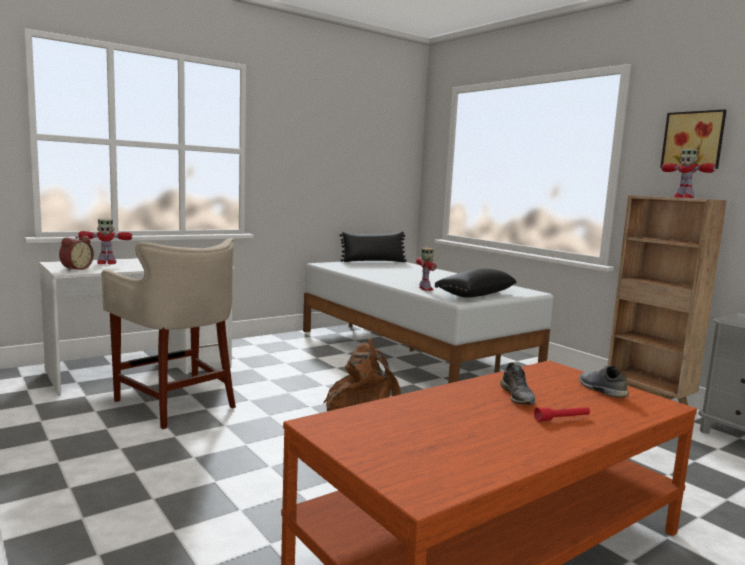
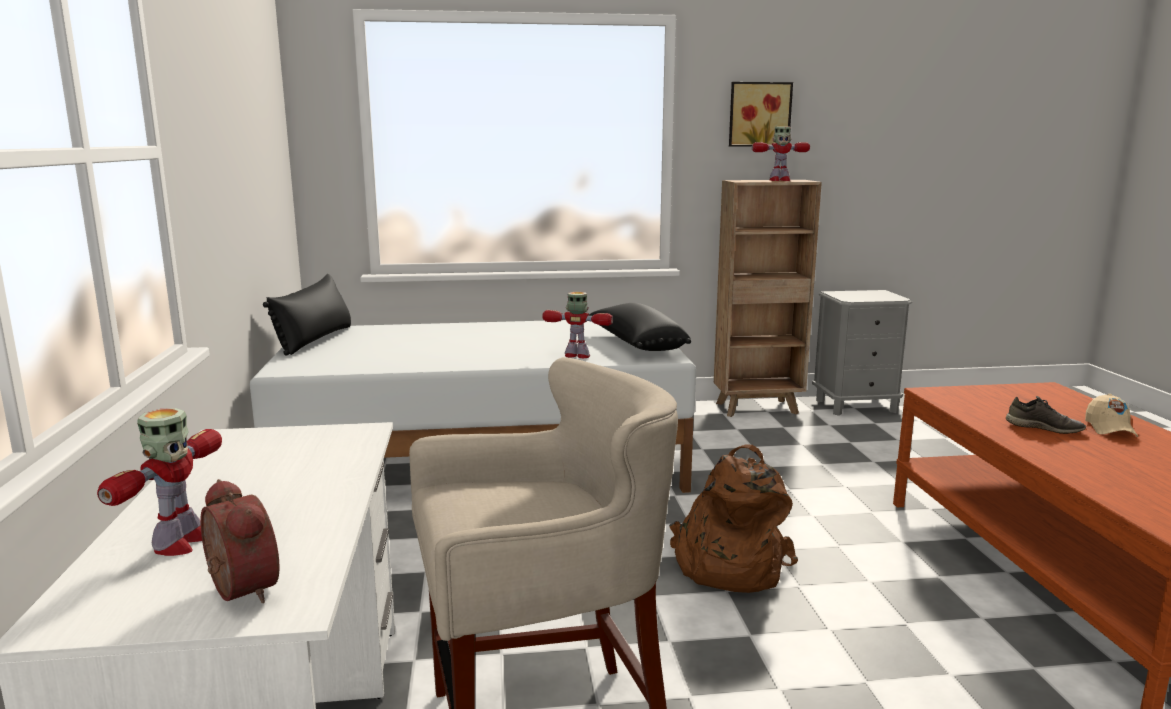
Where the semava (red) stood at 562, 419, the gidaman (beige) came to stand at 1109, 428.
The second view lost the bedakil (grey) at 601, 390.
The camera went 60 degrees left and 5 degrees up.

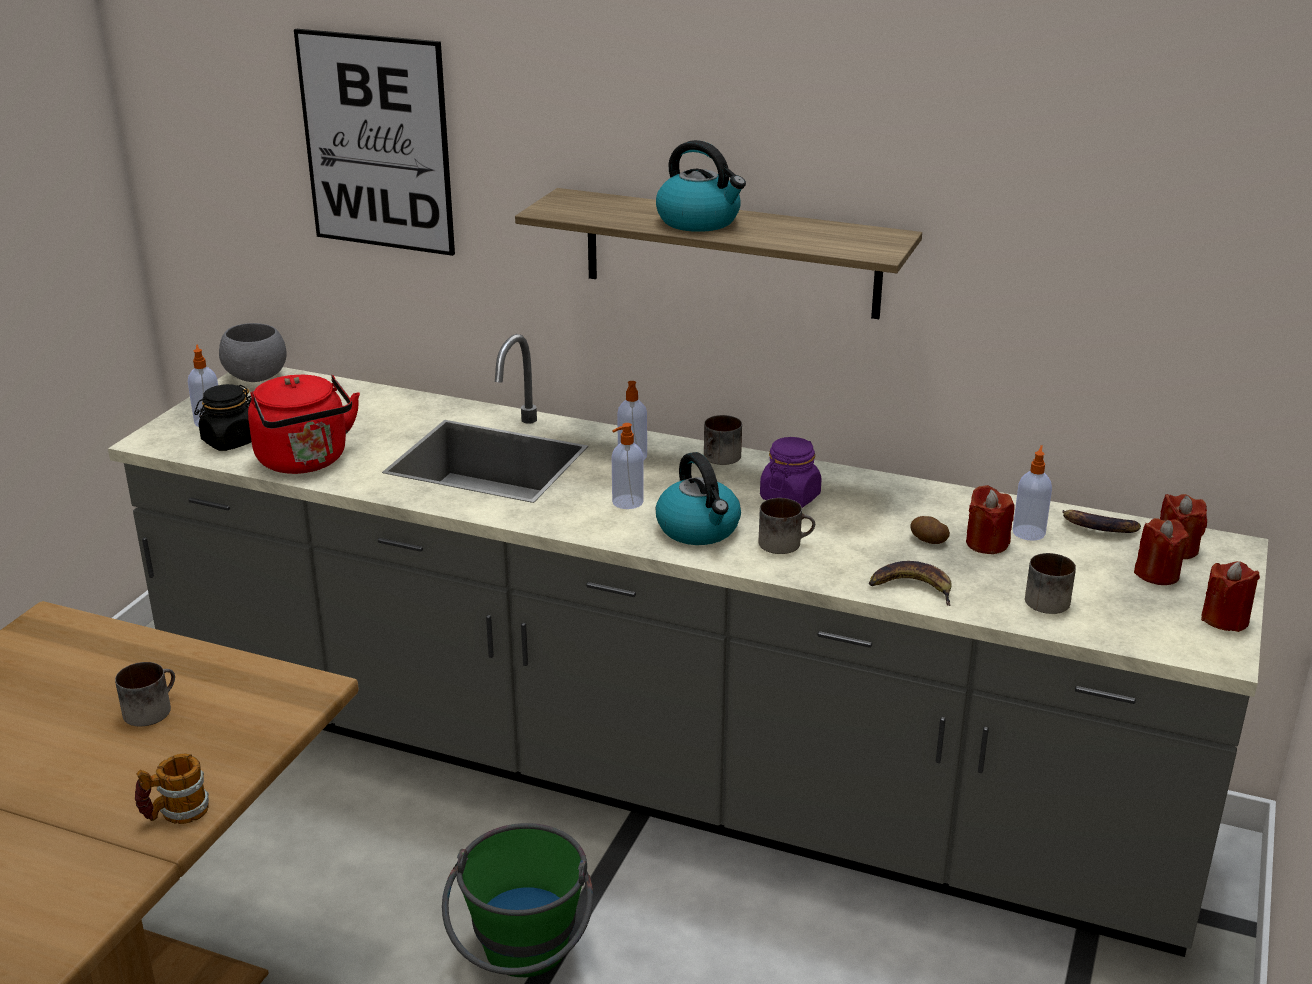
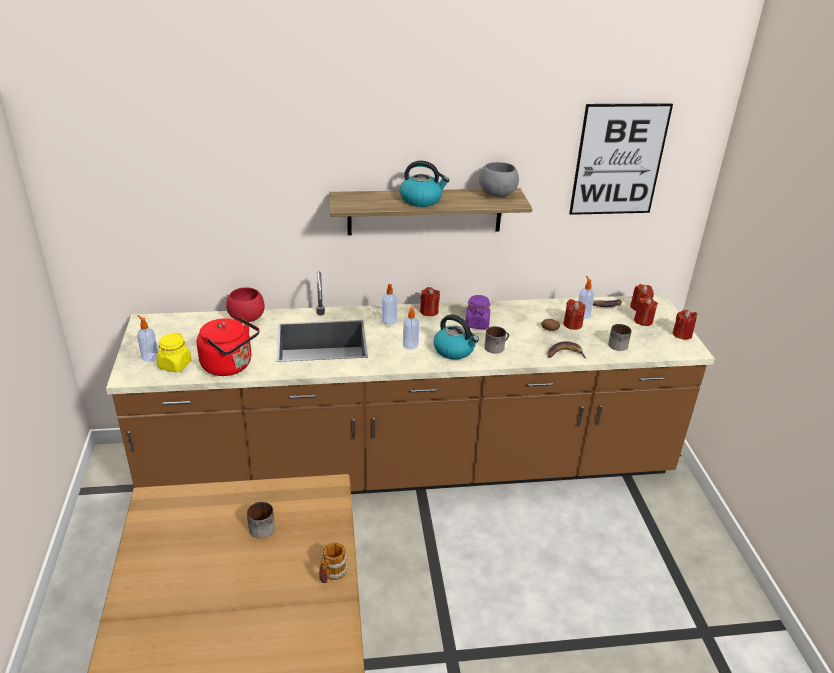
What was the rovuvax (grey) at 656, 770 turned into the rovuvax (brown) at 411, 466.
What was the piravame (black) at 230, 441 turned into the piravame (yellow) at 175, 365.
The second view gained the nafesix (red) at 247, 318.
Where the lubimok stood at 720, 459, the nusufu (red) came to stand at 429, 311.
The nafesix (grey) ended up elsewhere, having gone from 255, 378 to 497, 195.
The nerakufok ended up elsewhere, having gone from 376, 143 to 618, 160.
The second view lost the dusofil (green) at 523, 960.
The camera went 30 degrees left and 5 degrees up.

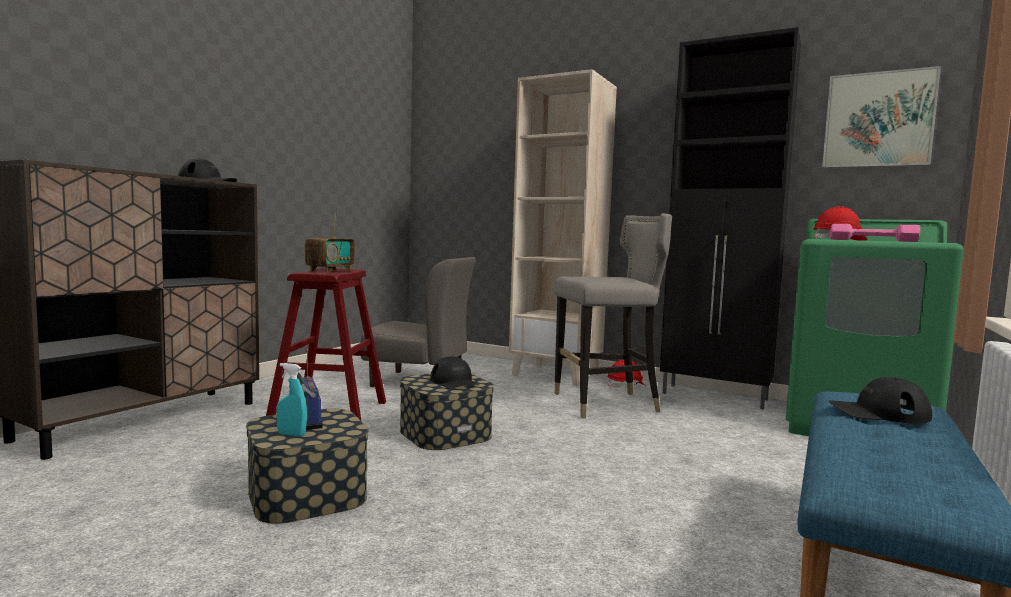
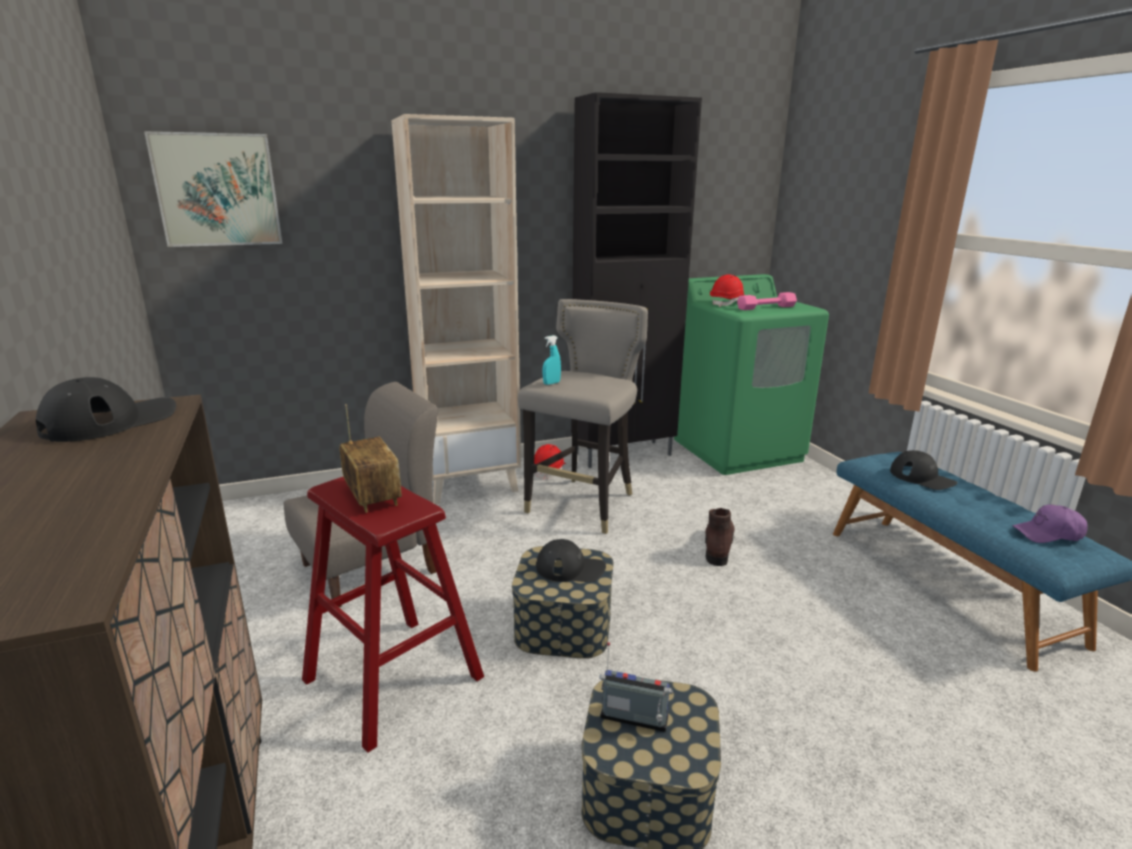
The nerakufok ended up elsewhere, having gone from 878, 119 to 217, 190.
The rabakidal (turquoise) ended up elsewhere, having gone from 291, 434 to 551, 383.
The second view gained the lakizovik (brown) at 718, 546.
The gidaman (black) at 878, 413 ended up facing another way, 90 degrees counterclockwise from before.
The second view gained the gidaman (purple) at 1048, 534.
The camera went 50 degrees left and 15 degrees up.

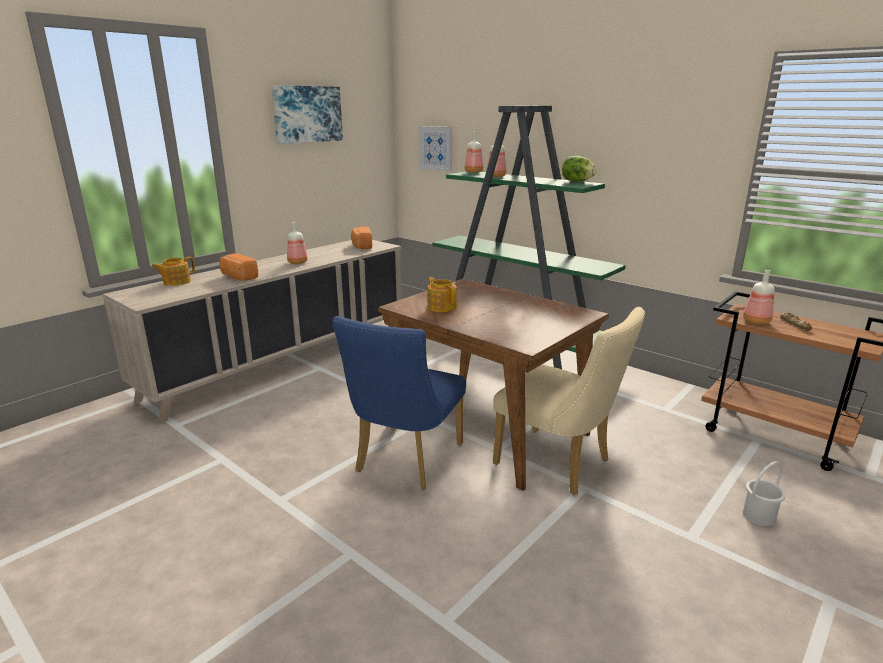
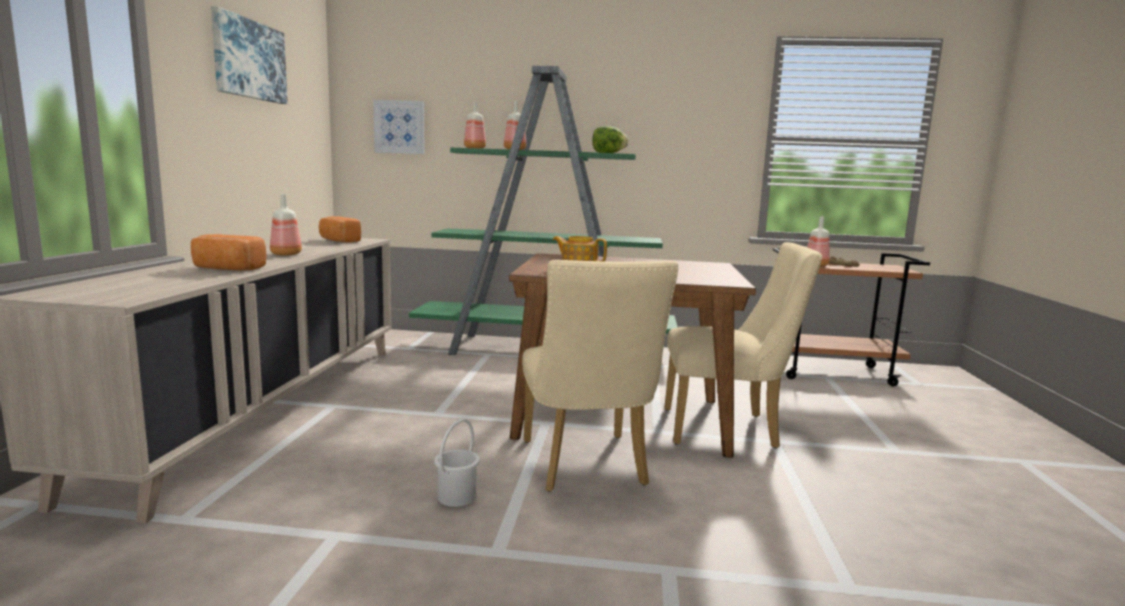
The dusofil (white) ended up elsewhere, having gone from 758, 516 to 456, 497.
What was the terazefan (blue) at 405, 462 turned into the terazefan (beige) at 586, 467.
The second view lost the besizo at 176, 282.
The camera went 35 degrees left and 10 degrees down.

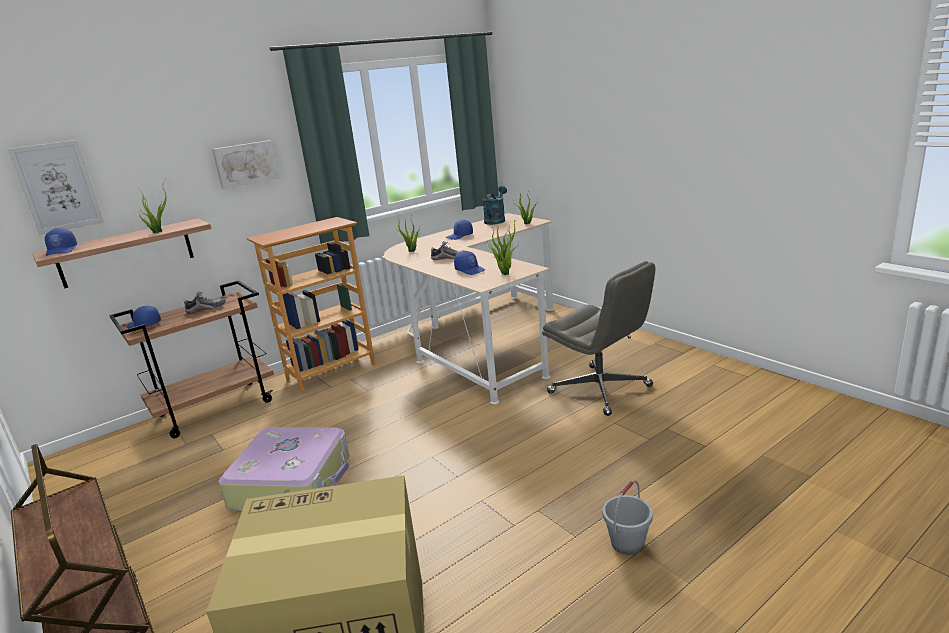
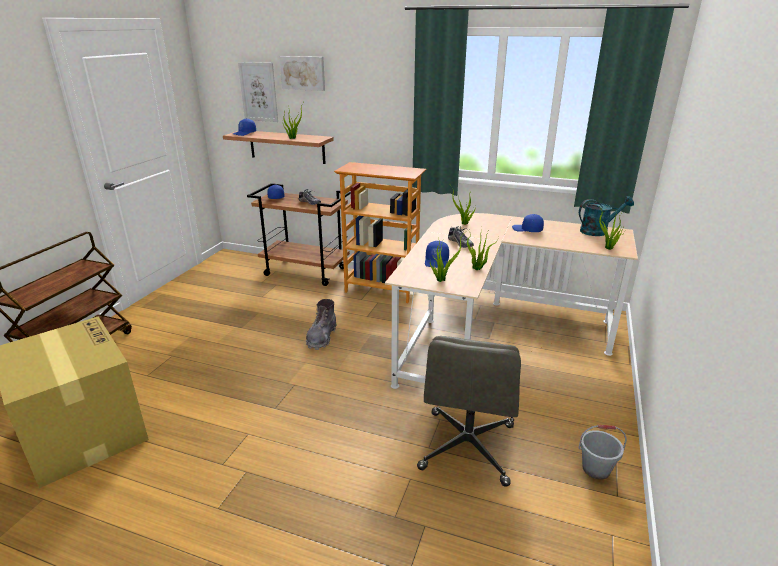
The nerakufok ended up elsewhere, having gone from 245, 164 to 303, 73.
The second view gained the lakizovik (grey) at 322, 337.
The dusofil (grey) ended up elsewhere, having gone from 627, 543 to 595, 469.
The second view lost the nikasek at 293, 482.
The camera went 55 degrees right and 5 degrees up.

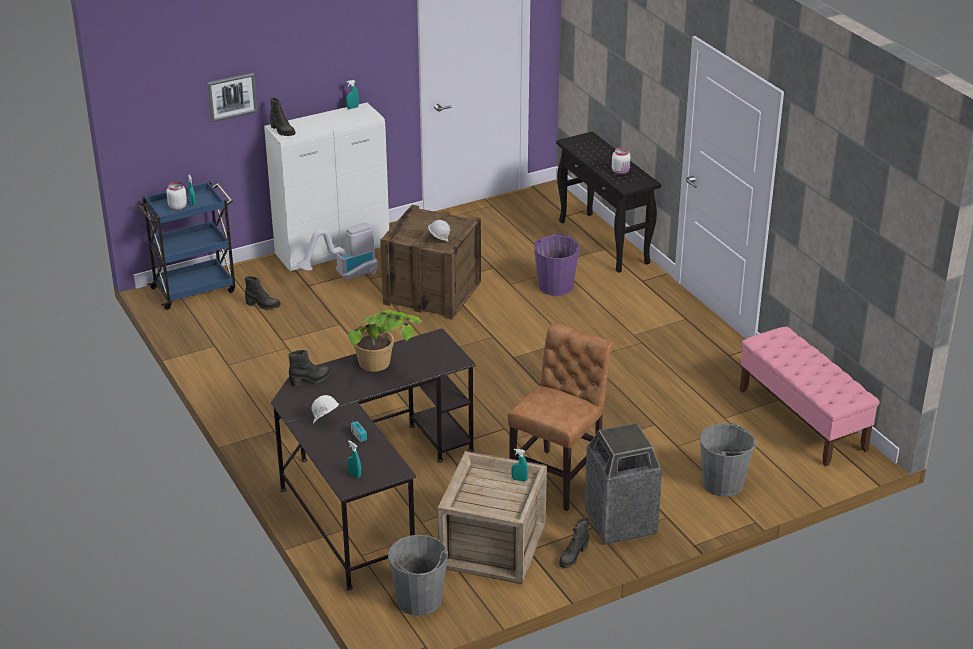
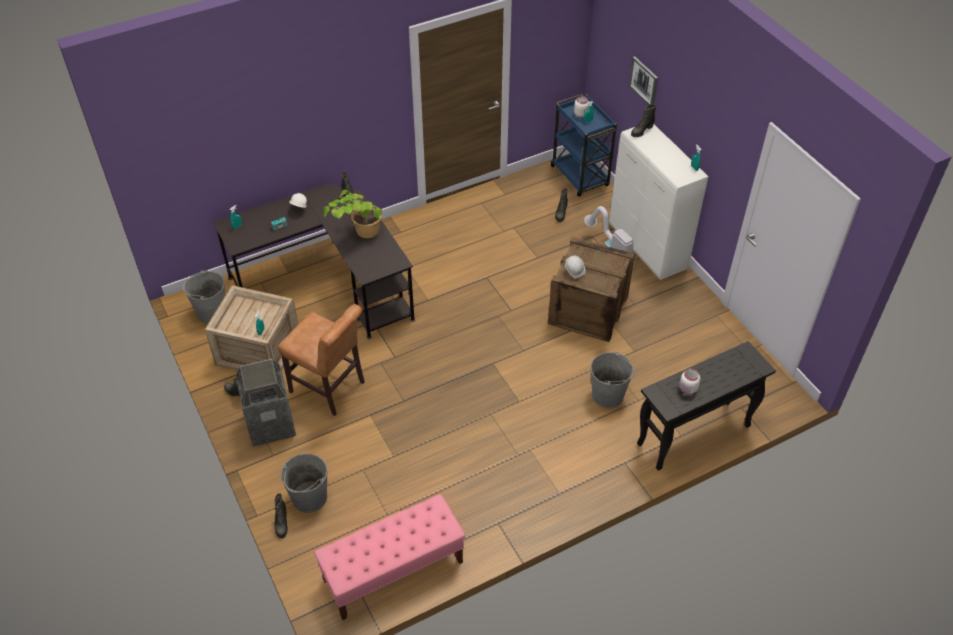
The second view gained the lakizovik (black) at 281, 524.
What was the dusofil (purple) at 555, 286 turned into the dusofil (grey) at 608, 395.
The camera went 90 degrees right and 15 degrees up.

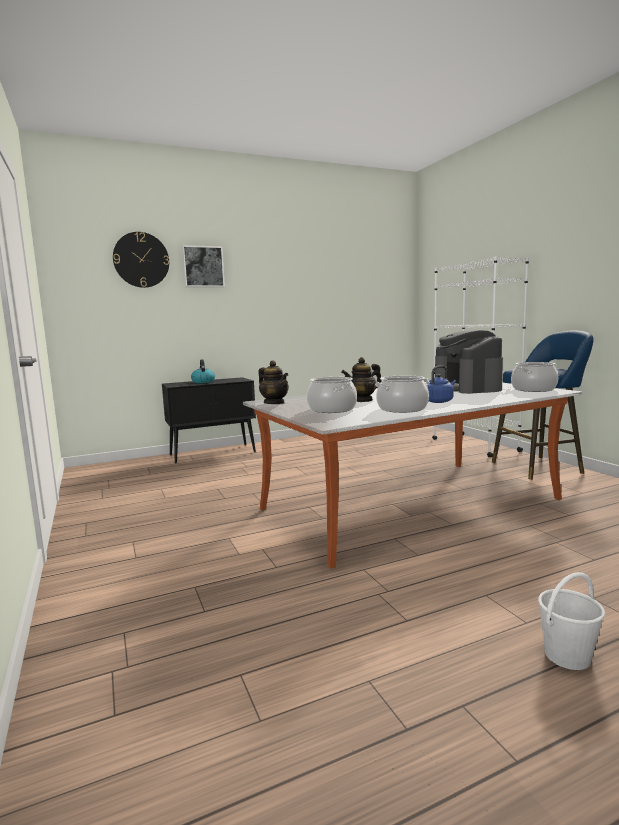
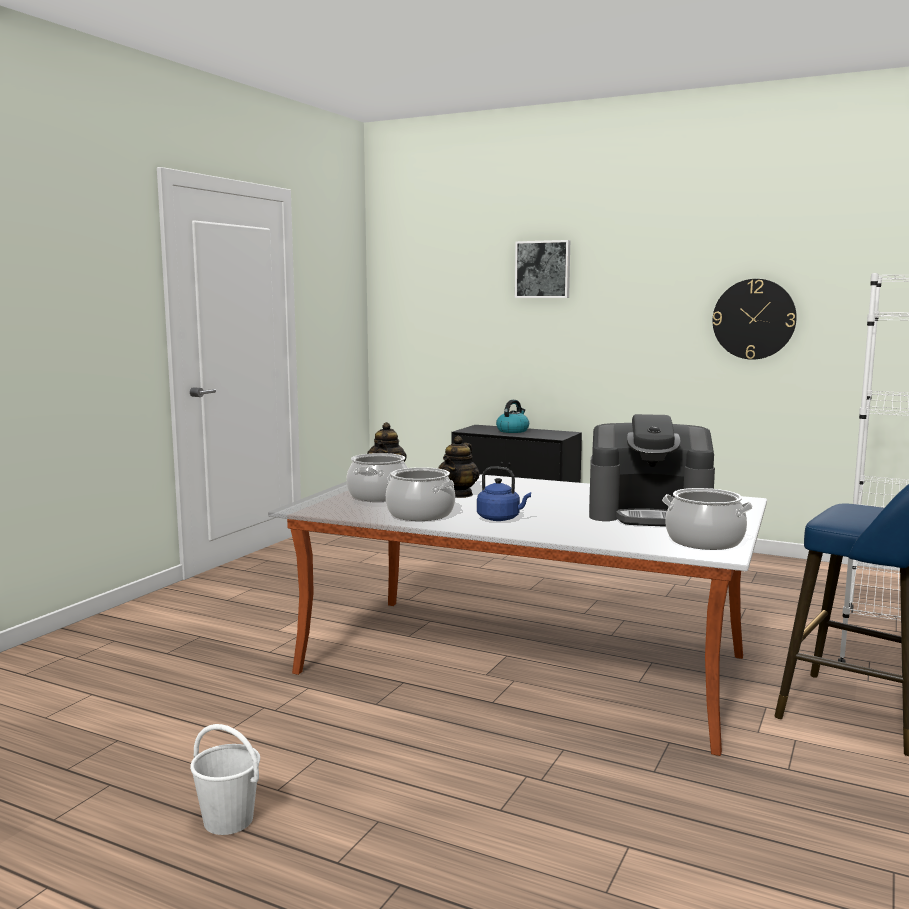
The besizo at 362, 400 ended up facing another way, 90 degrees counterclockwise from before.
The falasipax at 467, 388 ended up facing another way, 120 degrees counterclockwise from before.
The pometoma ended up elsewhere, having gone from 141, 260 to 754, 319.
The camera went 50 degrees right and 0 degrees up.

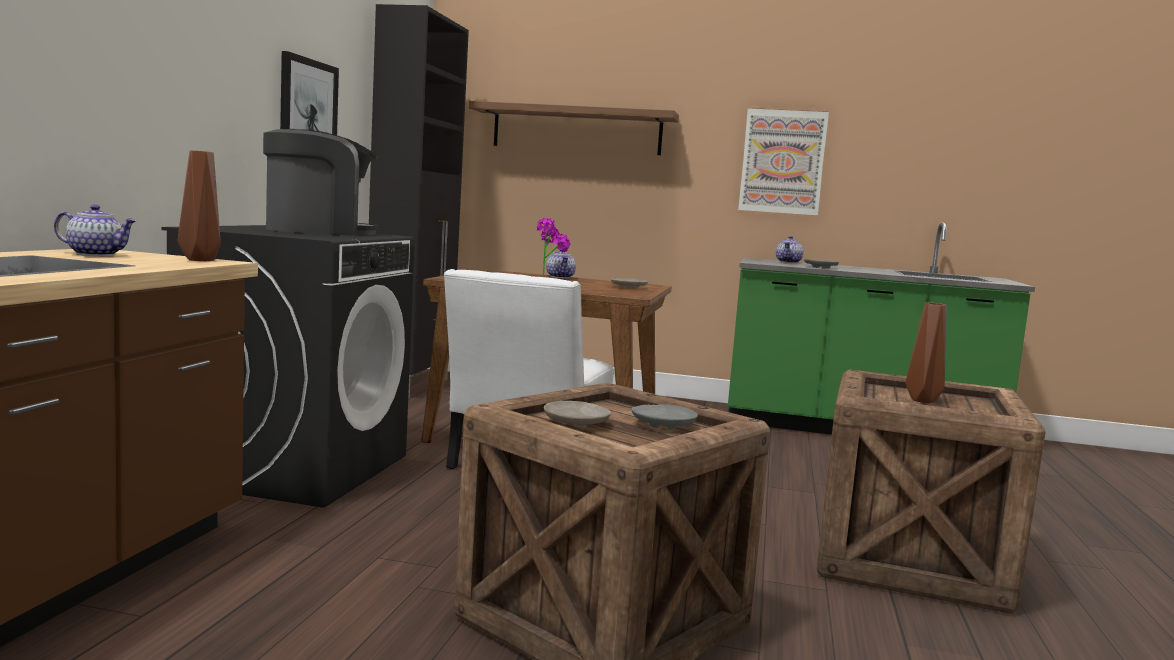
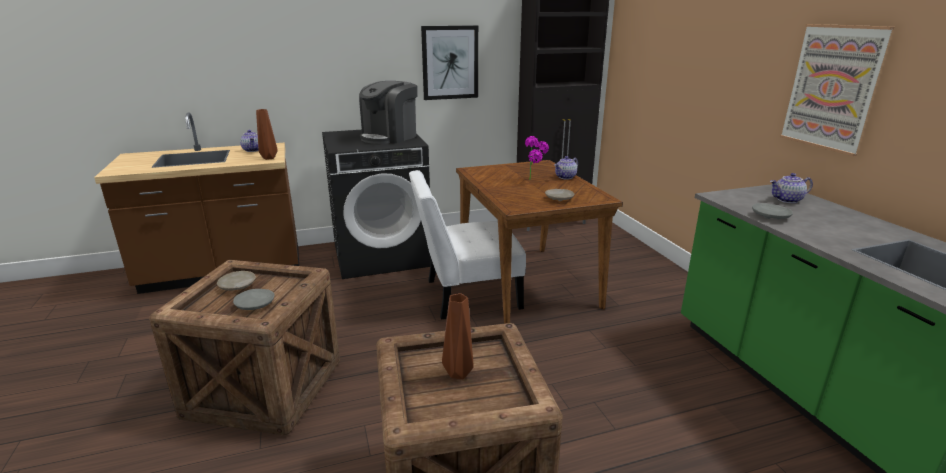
The falasipax at 318, 231 ended up facing another way, 90 degrees clockwise from before.
The second view lost the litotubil at 577, 130.
The camera went 60 degrees right and 15 degrees up.

